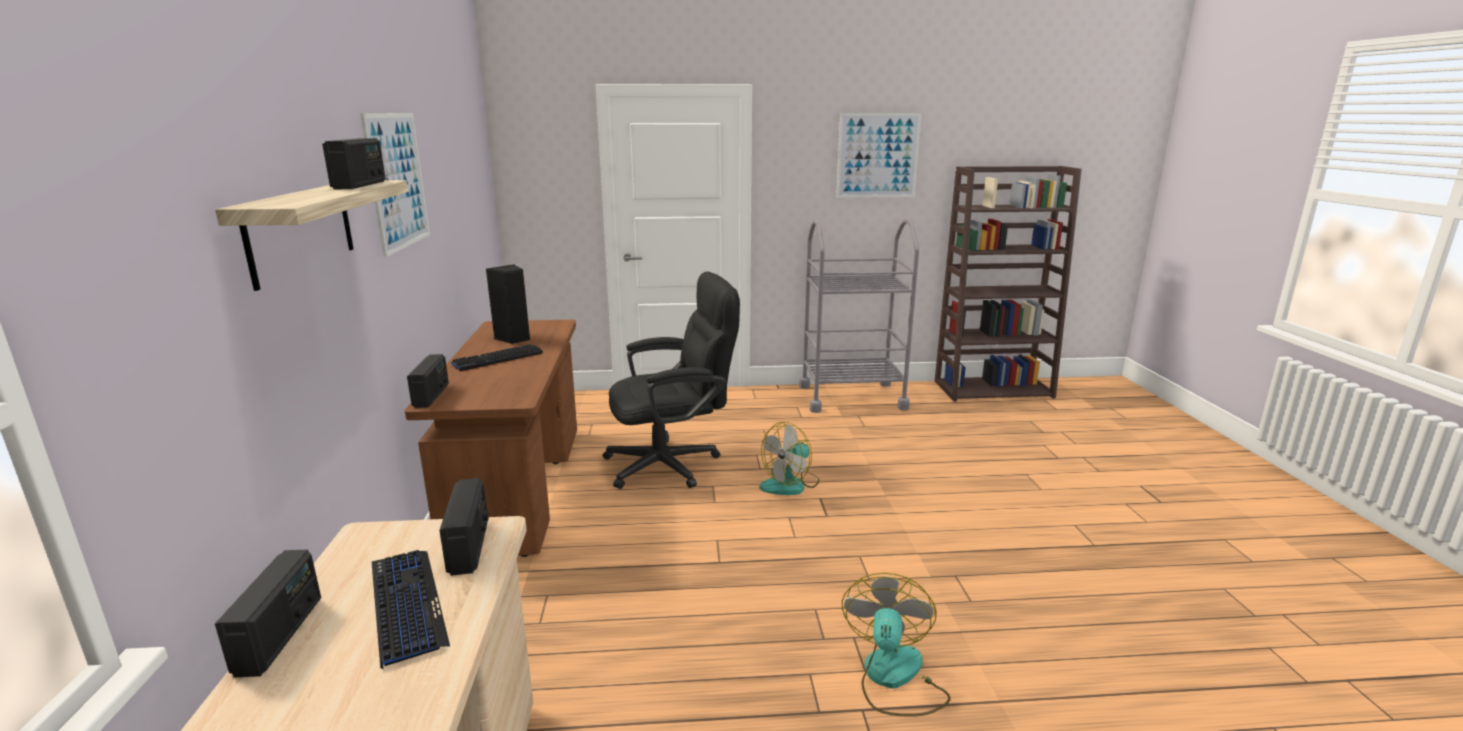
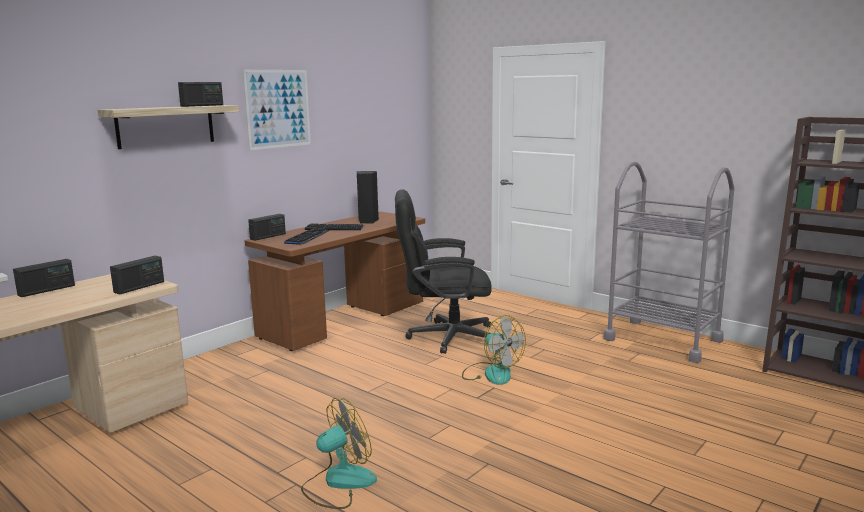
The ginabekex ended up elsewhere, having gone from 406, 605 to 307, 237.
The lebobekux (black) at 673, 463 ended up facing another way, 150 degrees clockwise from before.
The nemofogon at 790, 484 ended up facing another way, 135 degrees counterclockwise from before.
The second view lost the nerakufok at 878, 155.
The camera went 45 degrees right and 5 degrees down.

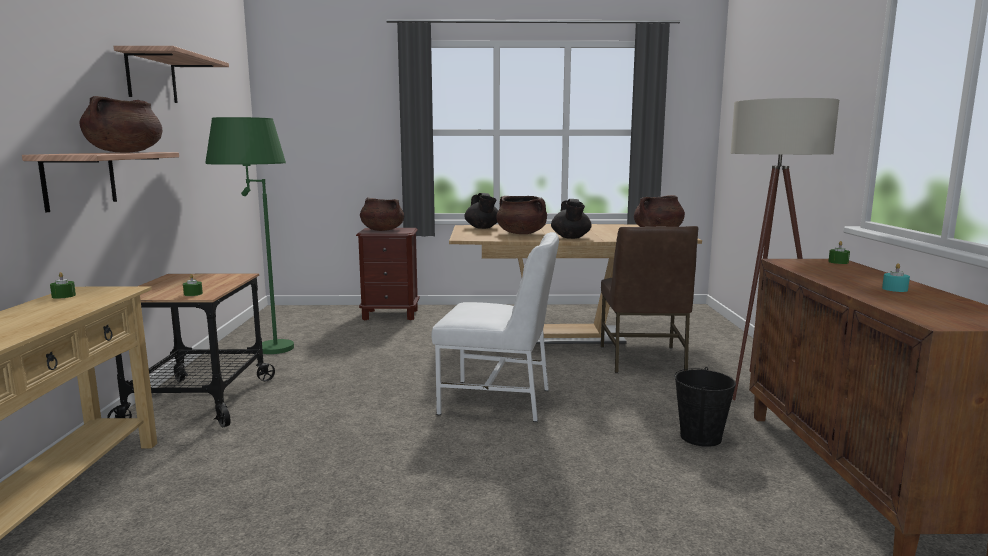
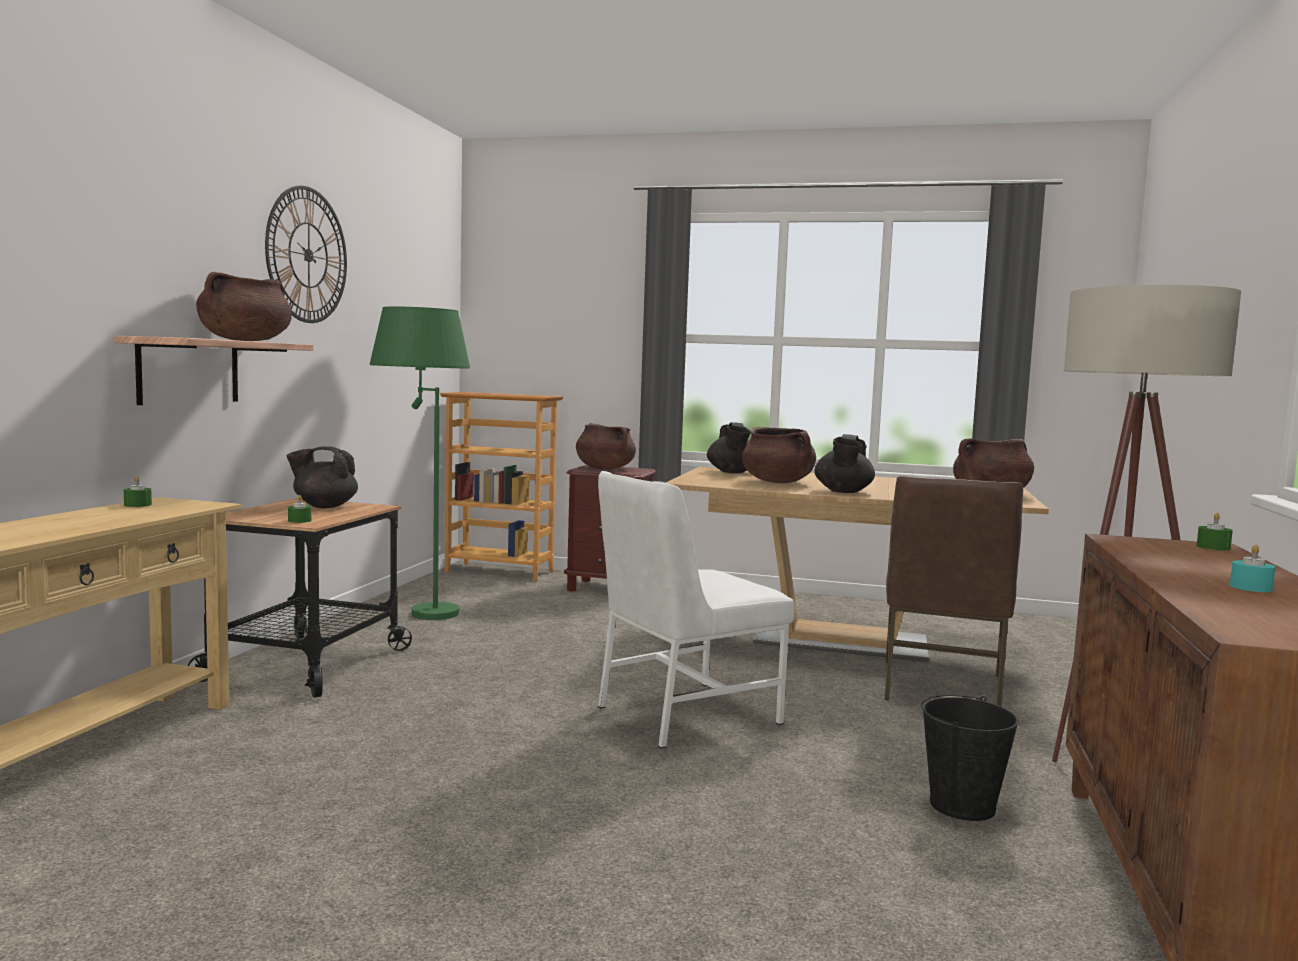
Where the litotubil hung at 151, 77, the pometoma came to hang at 308, 255.
The second view gained the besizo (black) at 324, 506.
The second view gained the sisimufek at 500, 571.
The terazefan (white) at 498, 401 ended up facing another way, 120 degrees clockwise from before.
The camera went 15 degrees right and 5 degrees down.

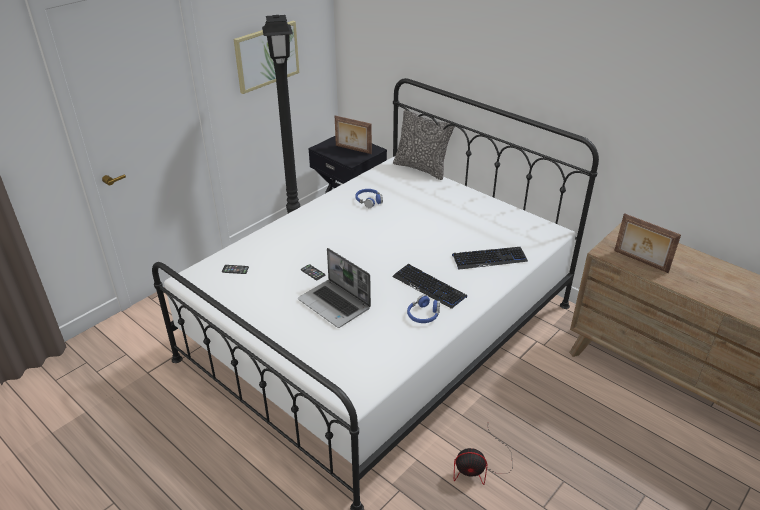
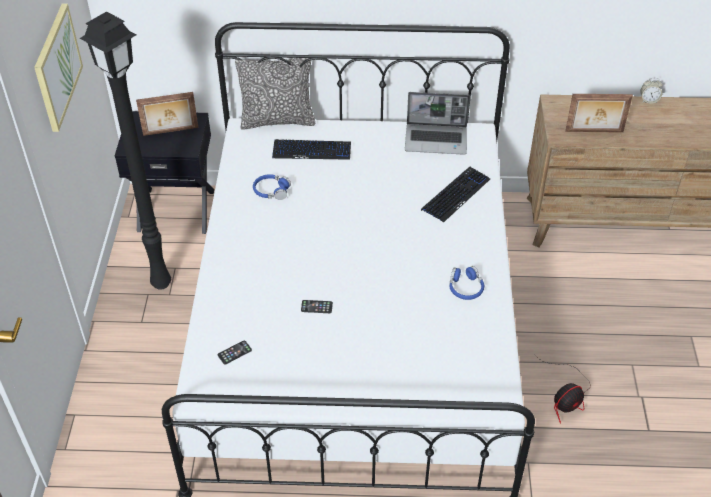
The ginabekex ended up elsewhere, having gone from 429, 287 to 312, 151.
The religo ended up elsewhere, having gone from 335, 304 to 436, 140.
The second view gained the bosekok at 648, 100.
The camera went 40 degrees left and 10 degrees up.

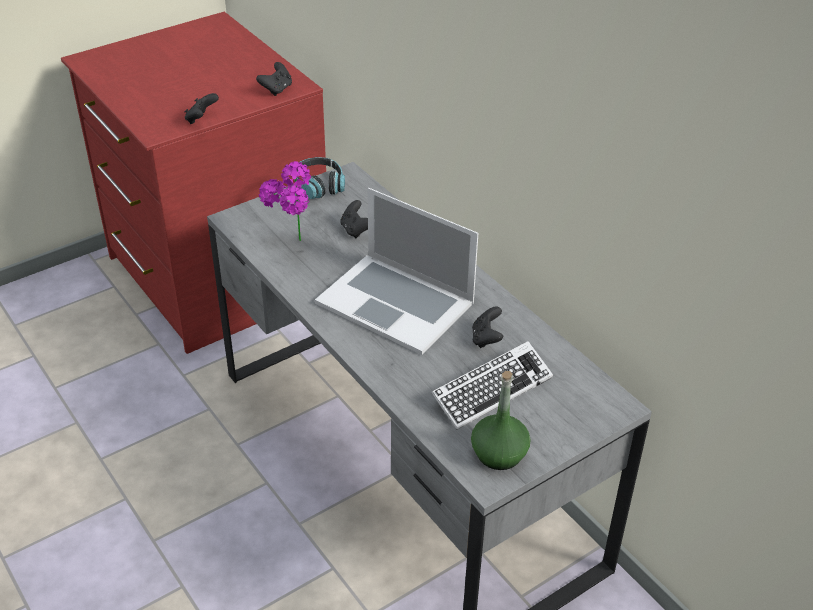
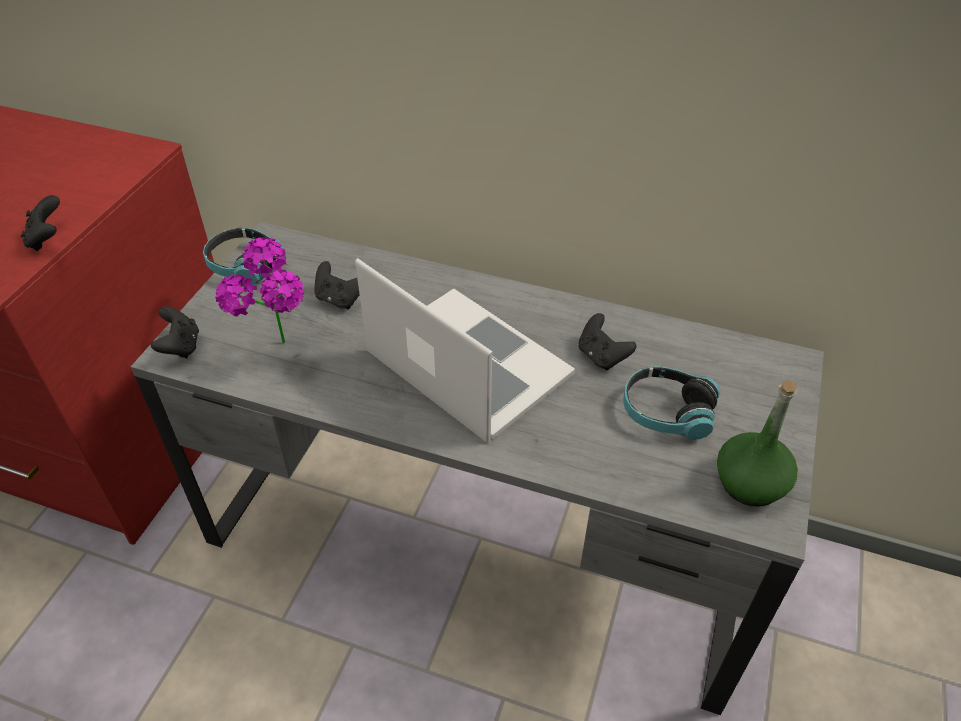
The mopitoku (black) ended up elsewhere, having gone from 276, 89 to 180, 346.
The religo at 395, 302 ended up facing another way, 135 degrees counterclockwise from before.
Where the ginabekex stood at 492, 390, the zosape came to stand at 666, 412.
The camera went 35 degrees left and 5 degrees up.

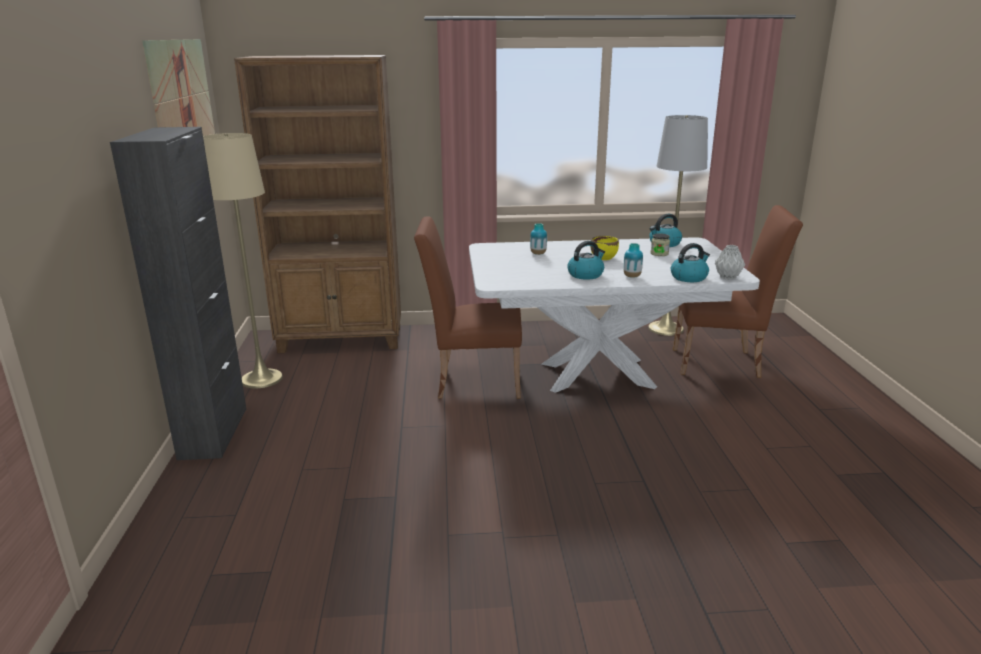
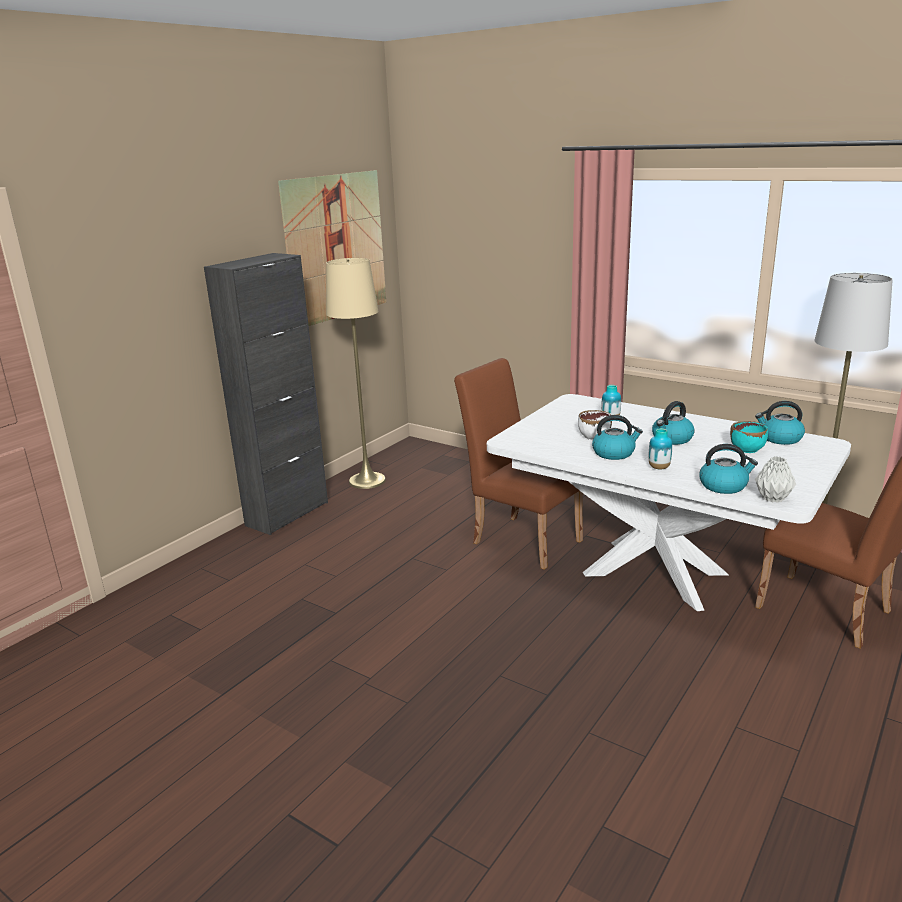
The second view gained the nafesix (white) at 594, 436.
Where the nafesix (yellow) stood at 604, 257, the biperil came to stand at 672, 439.
Where the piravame stood at 659, 254, the nafesix (turquoise) came to stand at 747, 449.
The second view lost the sisimufek (brown) at 342, 340.
The camera went 40 degrees right and 0 degrees up.

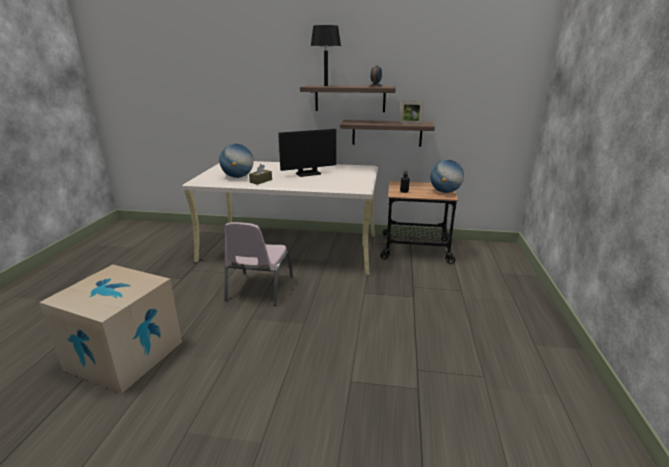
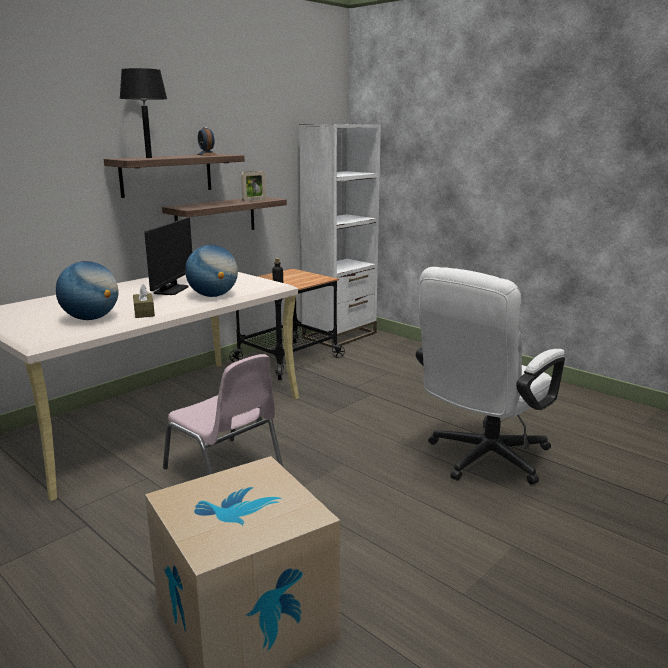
The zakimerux ended up elsewhere, having gone from 445, 192 to 213, 296.
The second view gained the sisimufek (white) at 340, 335.
The second view gained the lebobekux (white) at 482, 460.
The camera went 55 degrees left and 5 degrees down.

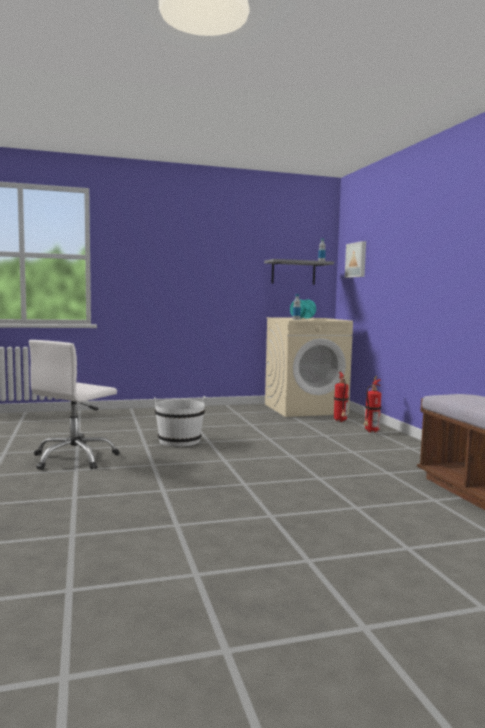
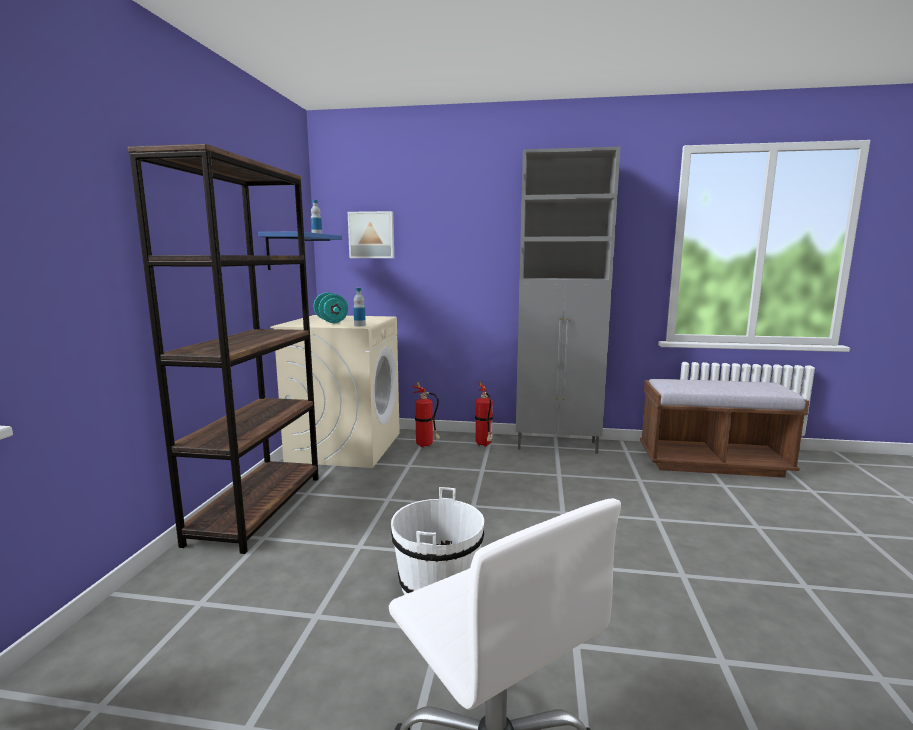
The second view gained the sisimufek (brown) at 258, 508.
What was the litotubil (grey) at 293, 272 turned into the litotubil (blue) at 284, 251.
The second view gained the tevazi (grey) at 558, 446.
The camera went 65 degrees left and 5 degrees up.

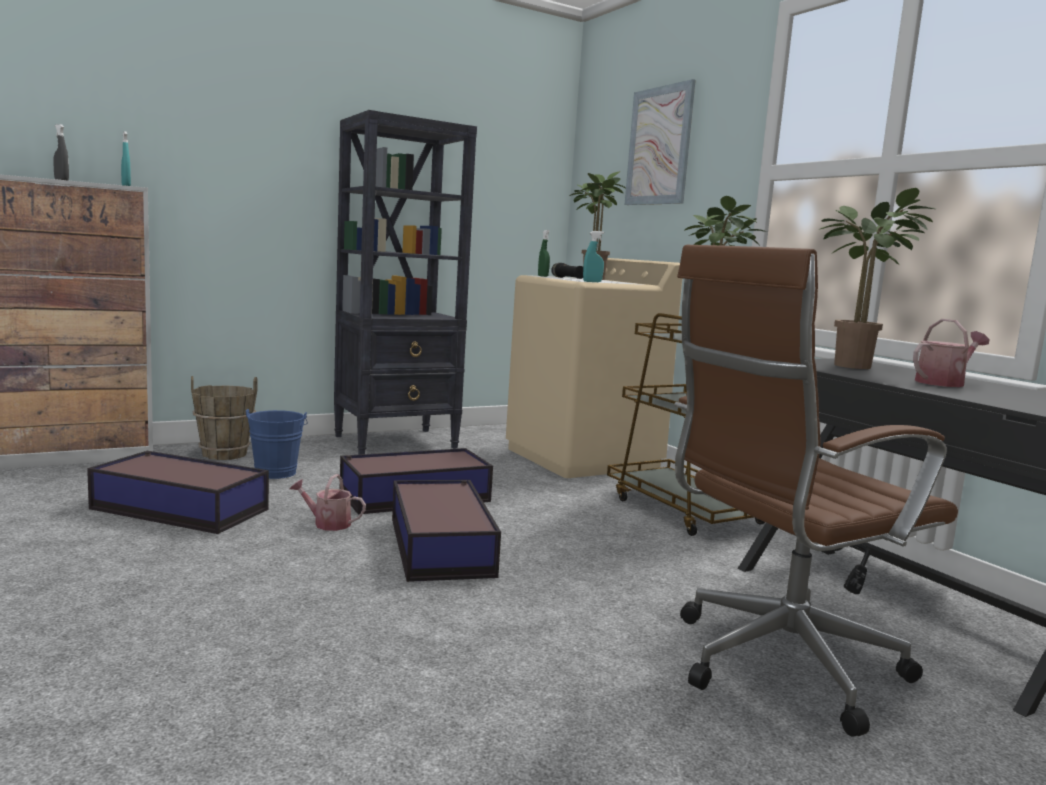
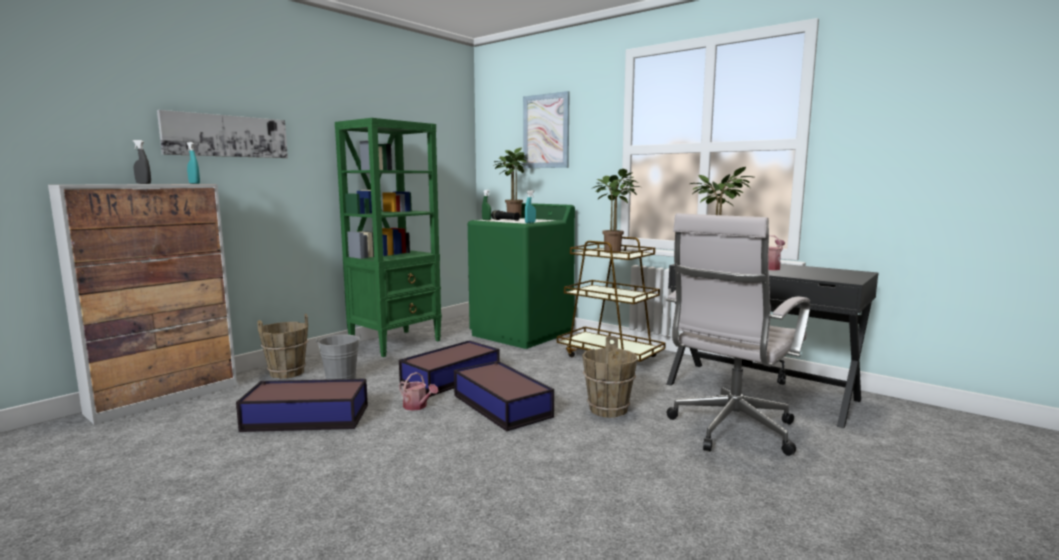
The second view gained the nerakufok at 226, 136.
What was the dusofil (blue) at 277, 471 turned into the dusofil (grey) at 340, 378.
What was the sisimufek (black) at 397, 442 turned into the sisimufek (green) at 396, 343.
The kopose at 327, 523 ended up facing another way, 135 degrees counterclockwise from before.
What was the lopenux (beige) at 583, 458 turned into the lopenux (green) at 522, 334.
The second view gained the dusofil (brown) at 607, 410.
What was the lebobekux (brown) at 776, 666 turned into the lebobekux (white) at 730, 431.
The camera went 20 degrees left and 0 degrees up.

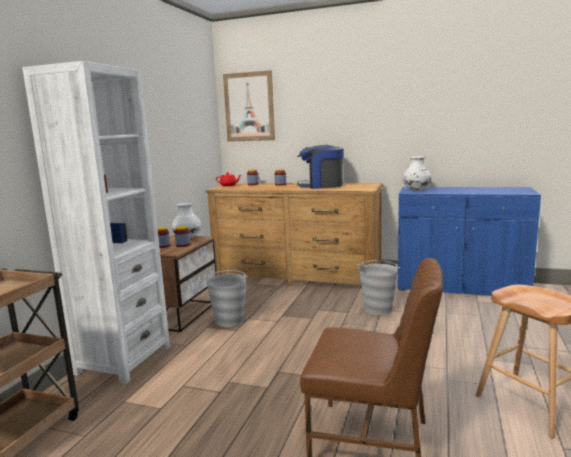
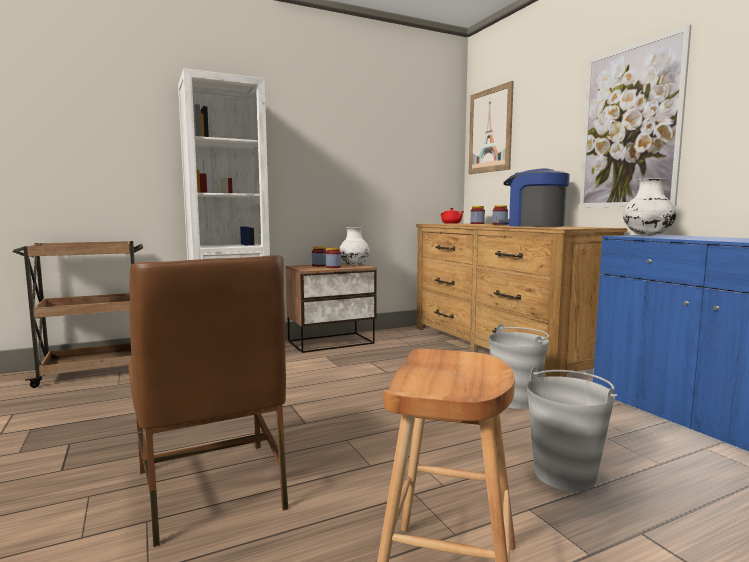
The dusofil (grey) ended up elsewhere, having gone from 229, 320 to 565, 475.
The second view gained the nerakufok at 629, 127.
The camera went 45 degrees right and 5 degrees down.

